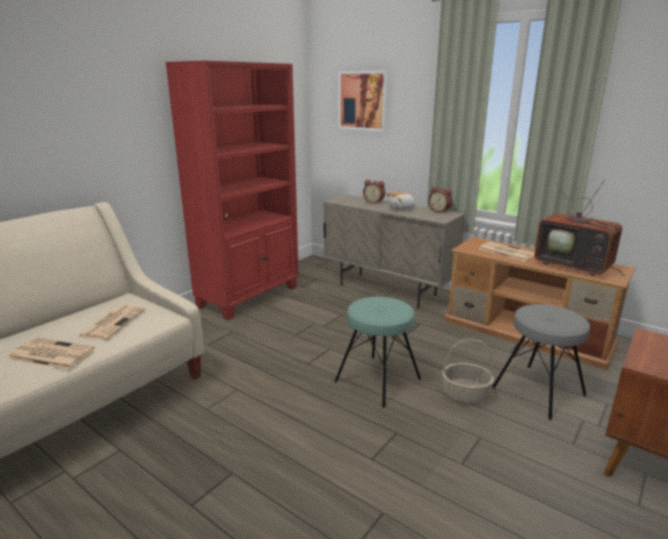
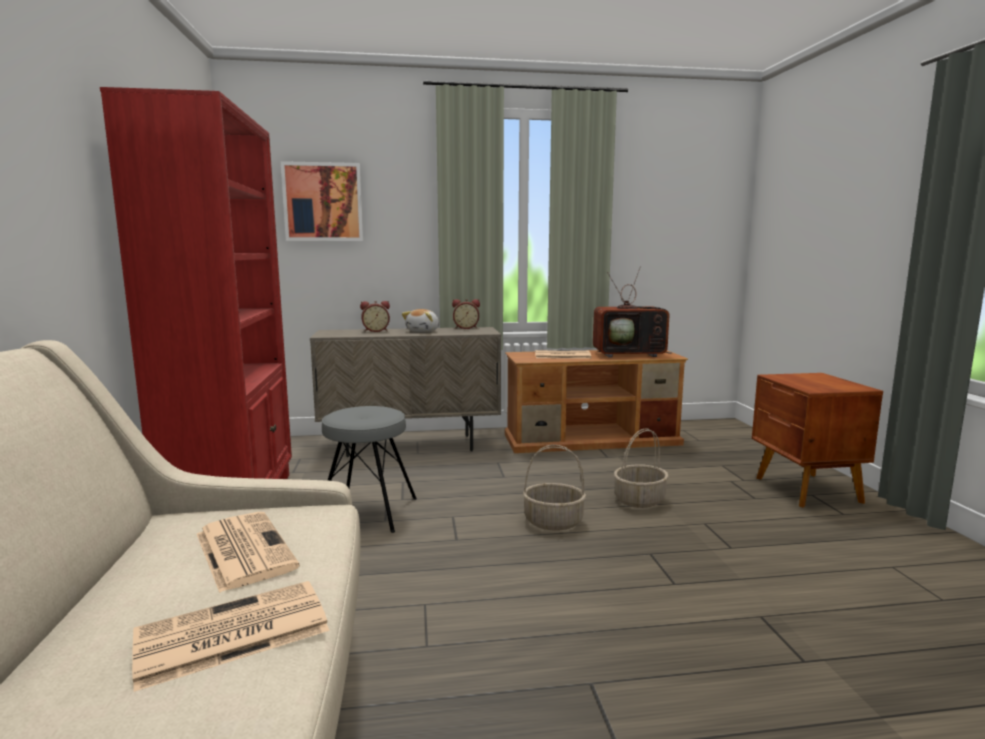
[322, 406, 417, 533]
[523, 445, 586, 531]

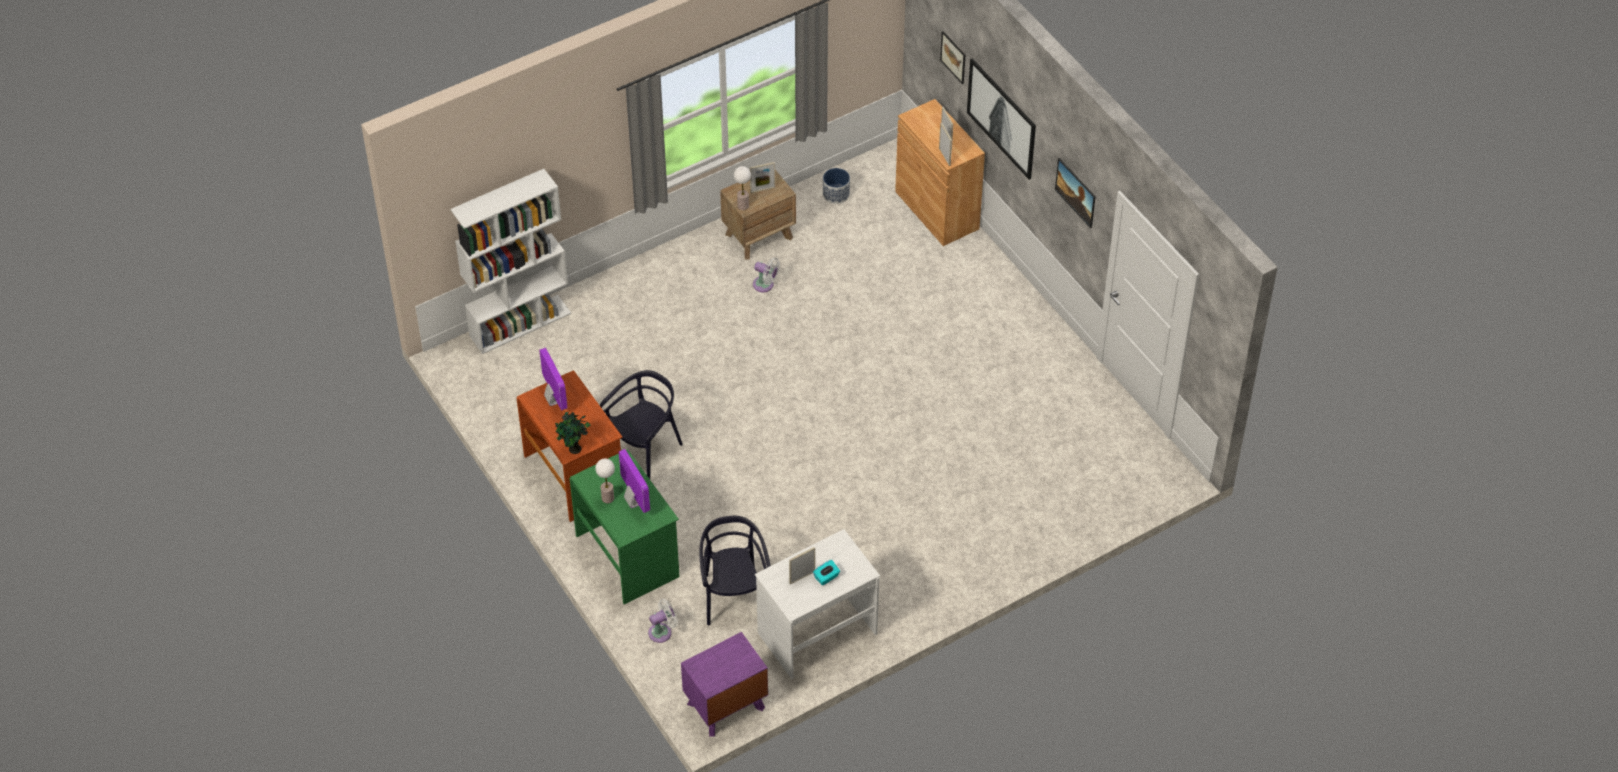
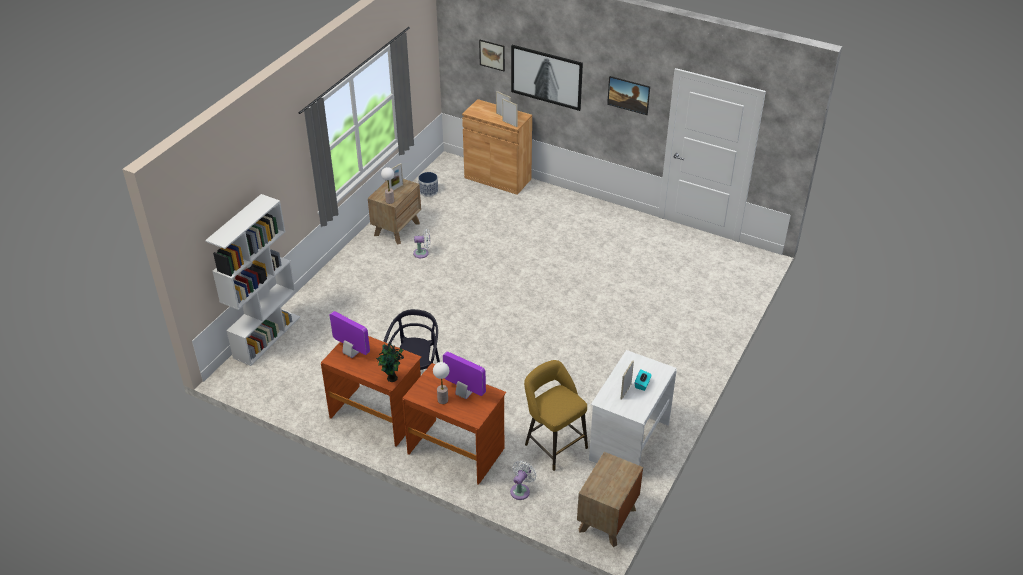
[402, 363, 506, 485]
[524, 360, 588, 471]
[577, 452, 643, 547]

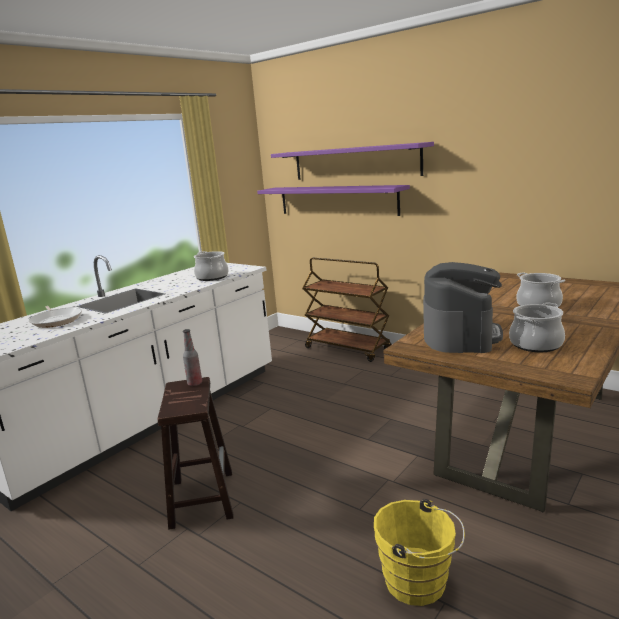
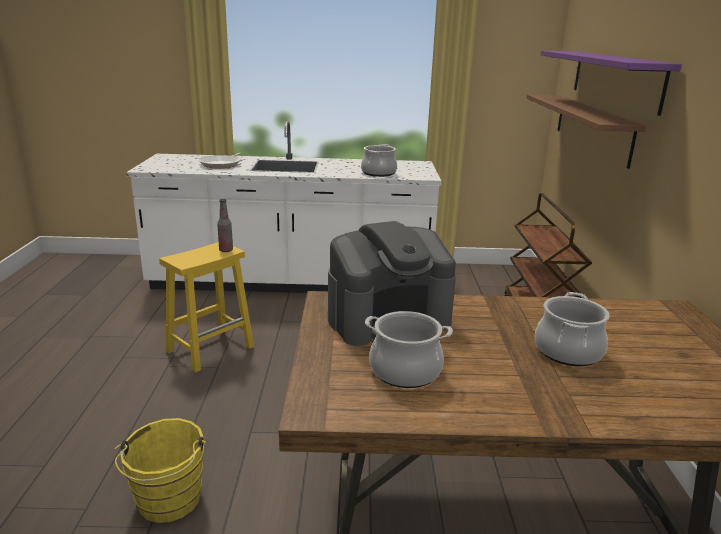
[159, 242, 254, 372]
[526, 94, 647, 169]

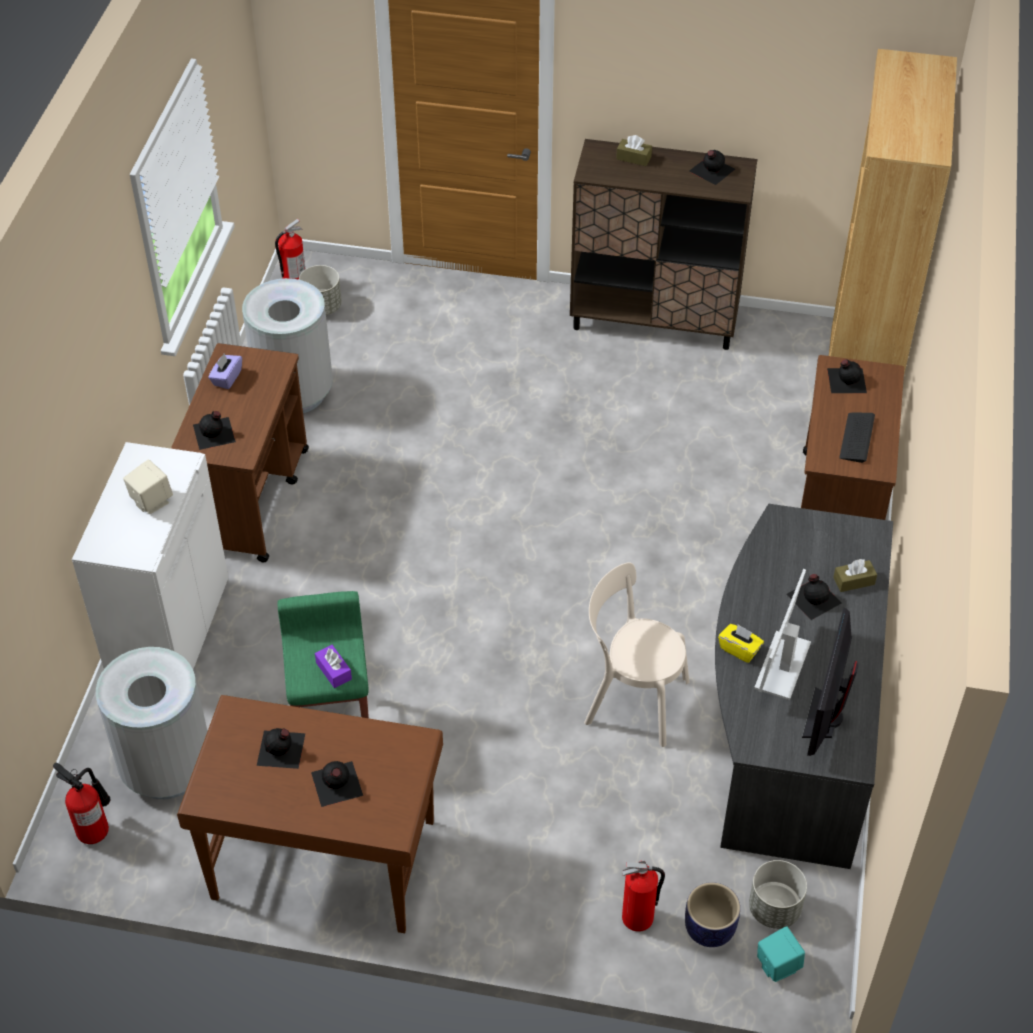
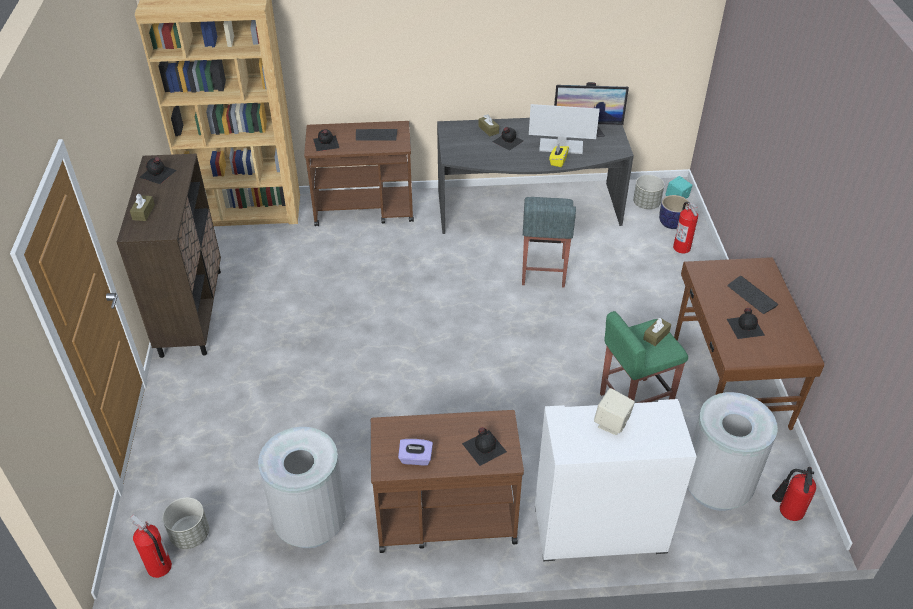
[522, 197, 576, 288]
[643, 317, 671, 346]
[728, 276, 778, 314]

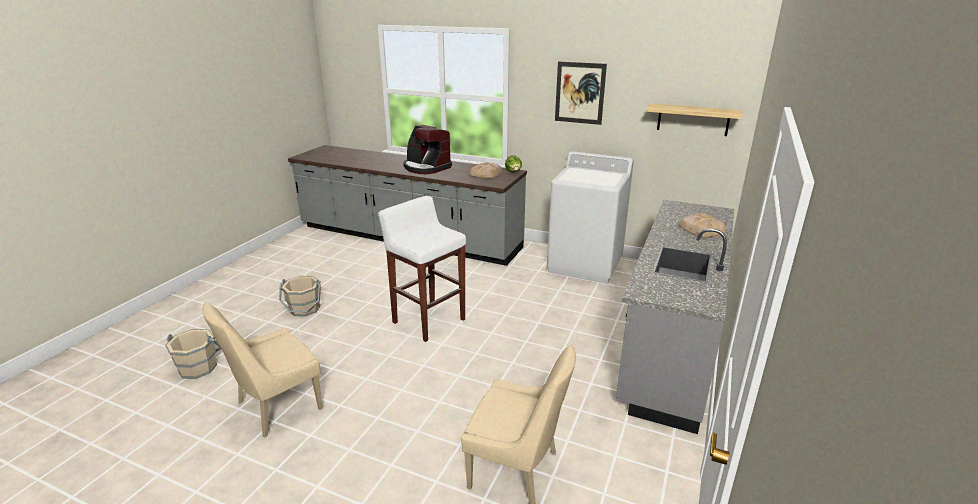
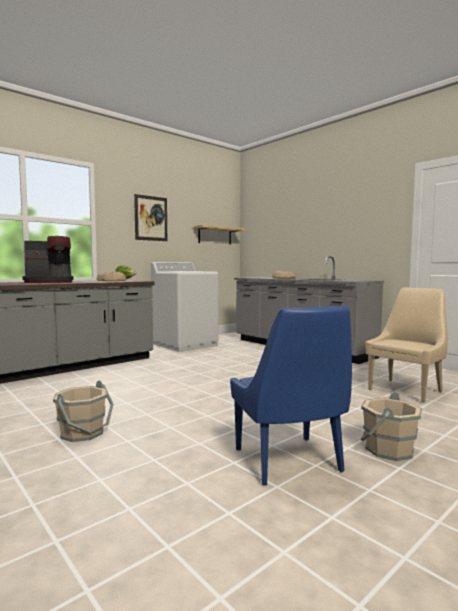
[230, 306, 352, 486]
[361, 392, 422, 461]
[378, 196, 466, 342] (first image)

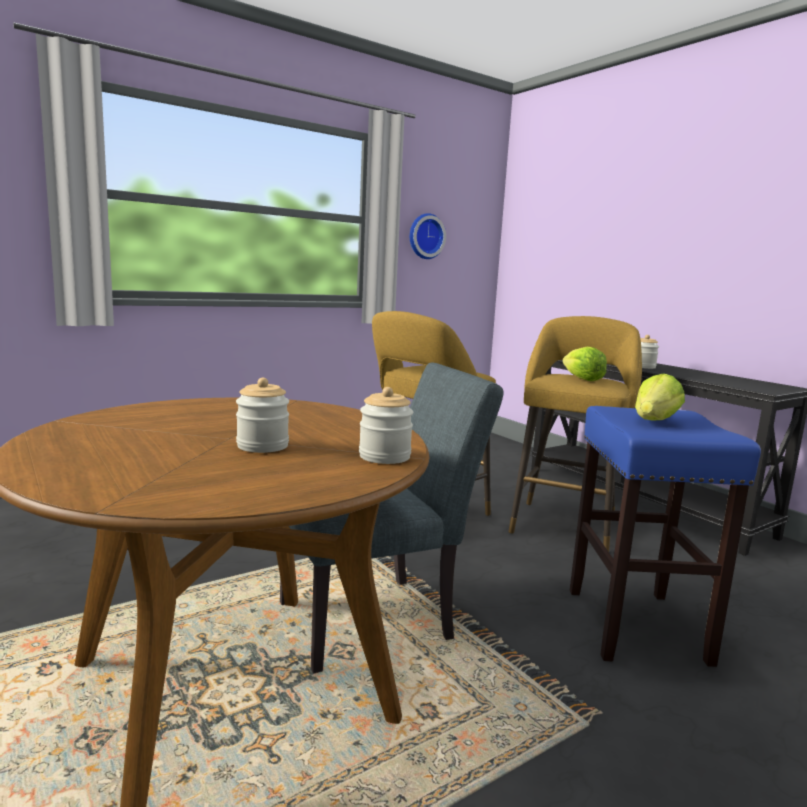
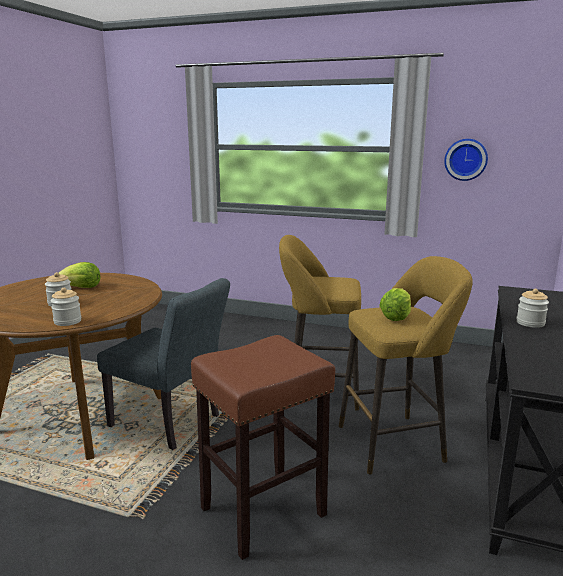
[59, 262, 101, 288]
[191, 335, 335, 560]

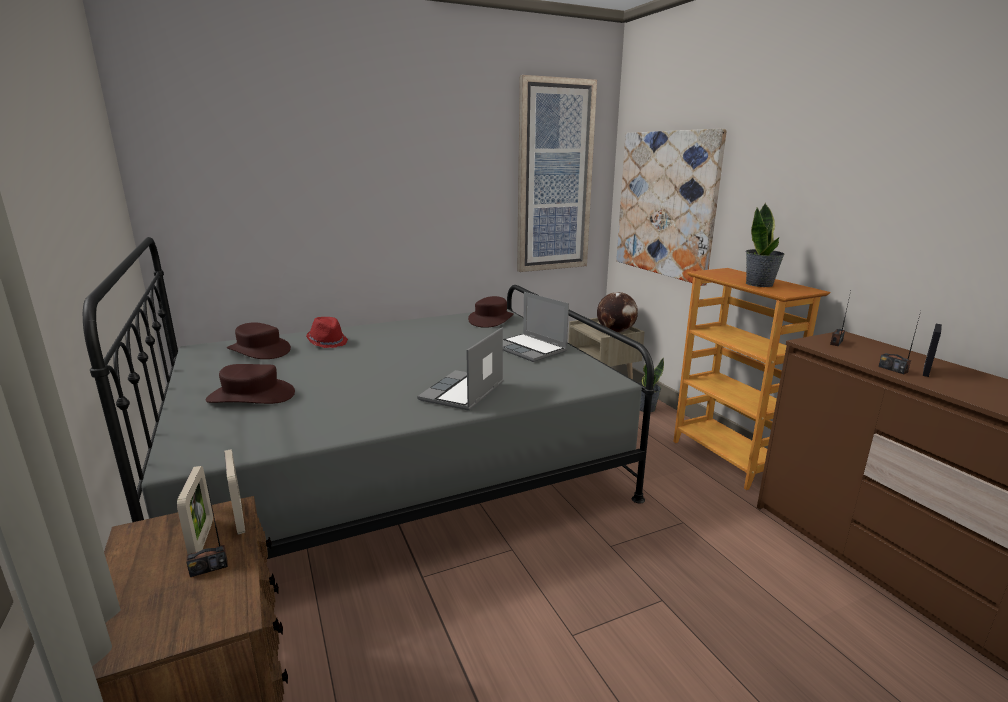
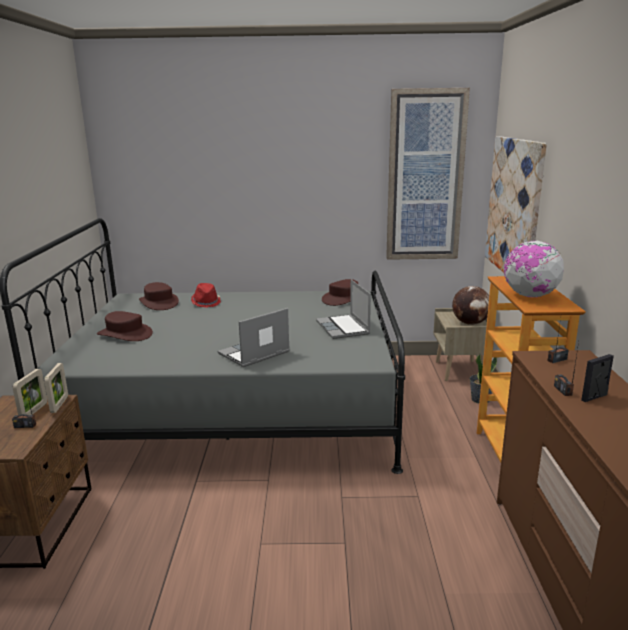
[504, 241, 564, 297]

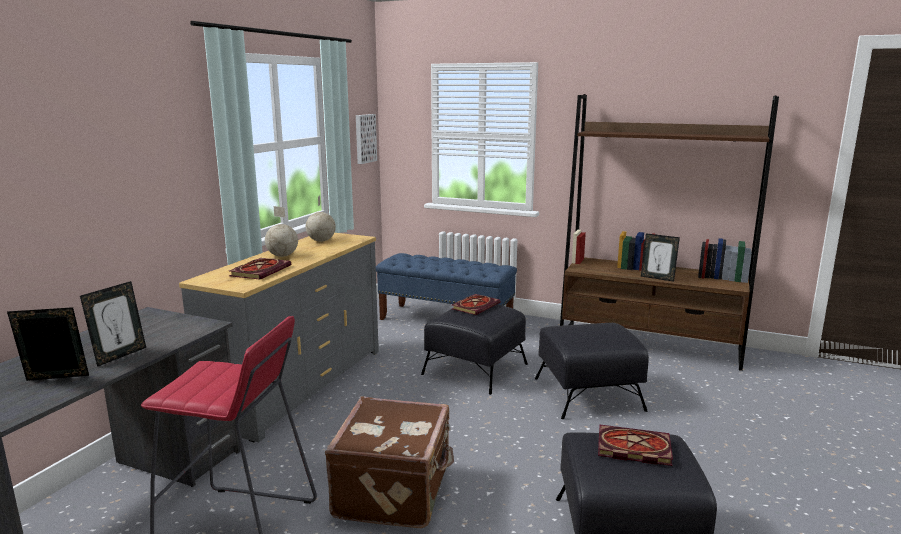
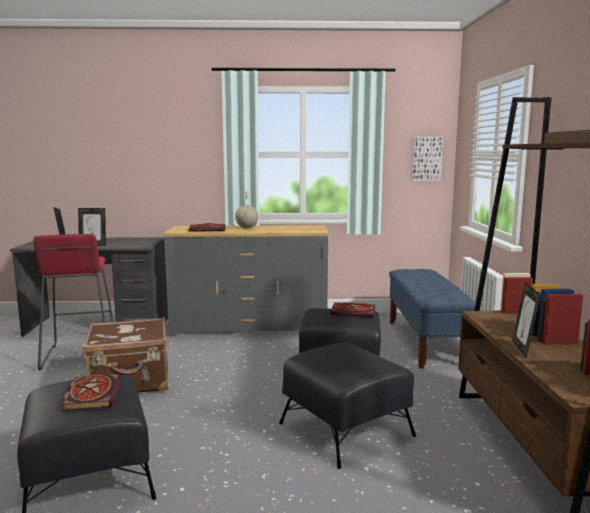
[306, 195, 336, 242] (first image)

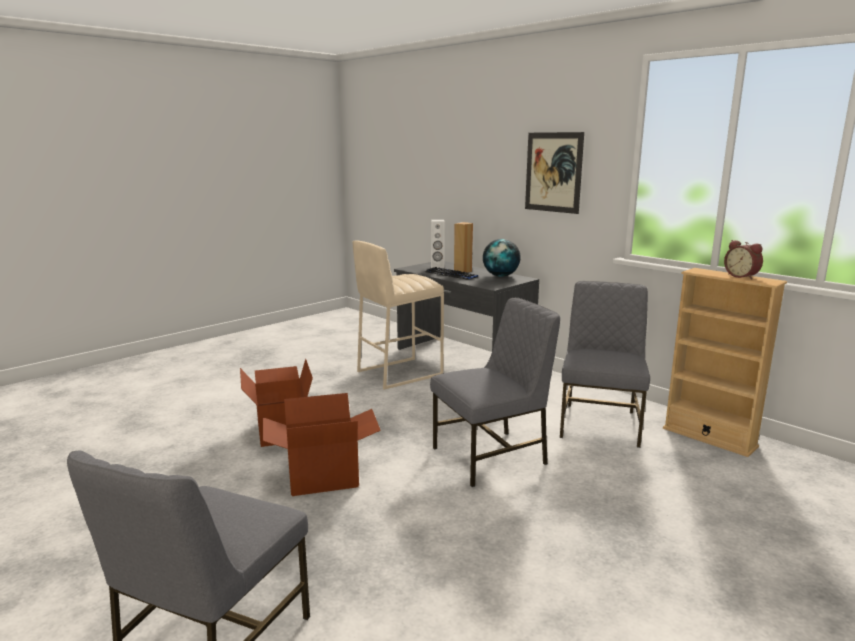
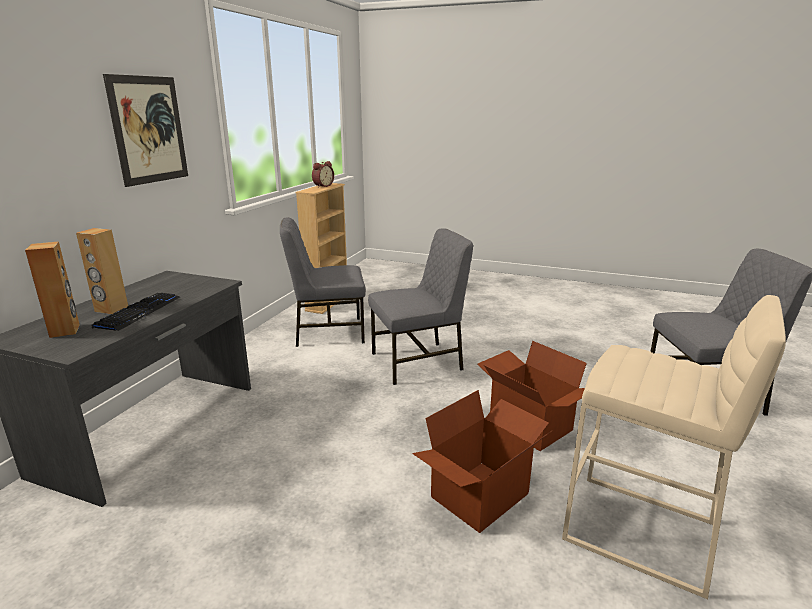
[25, 241, 80, 338]
[368, 228, 473, 385]
[562, 295, 786, 599]
[483, 239, 521, 277] (first image)

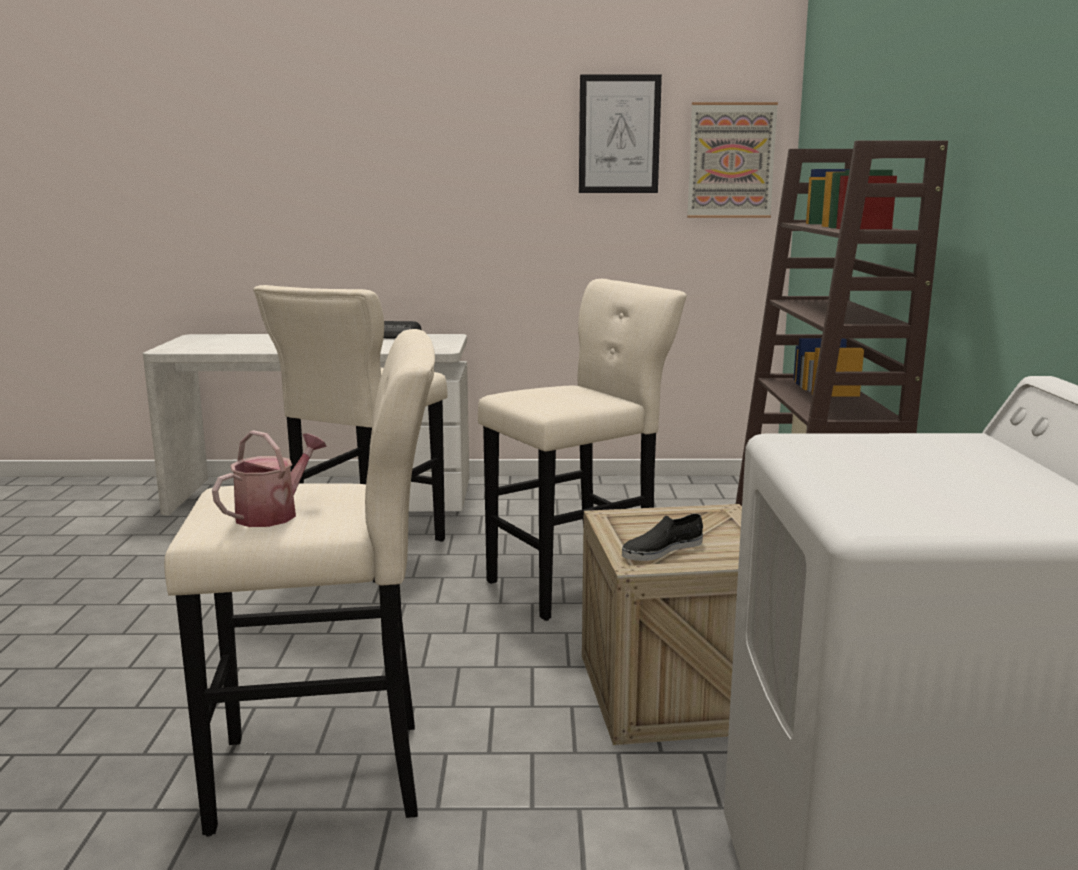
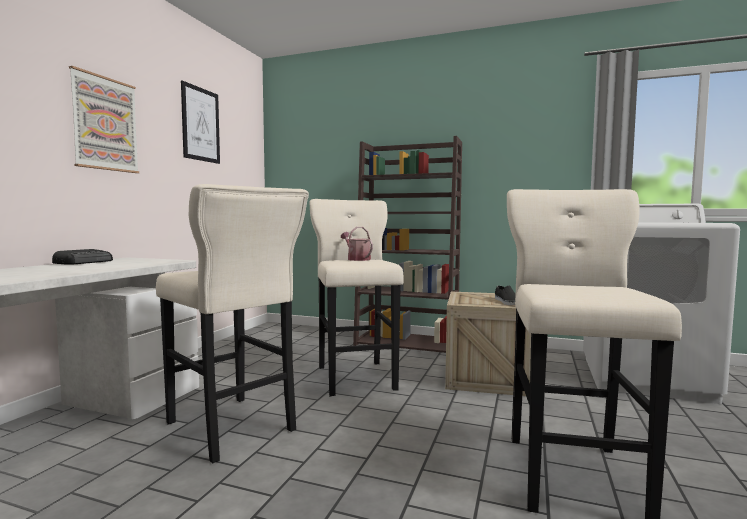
[69, 66, 139, 173]
[341, 227, 373, 261]

